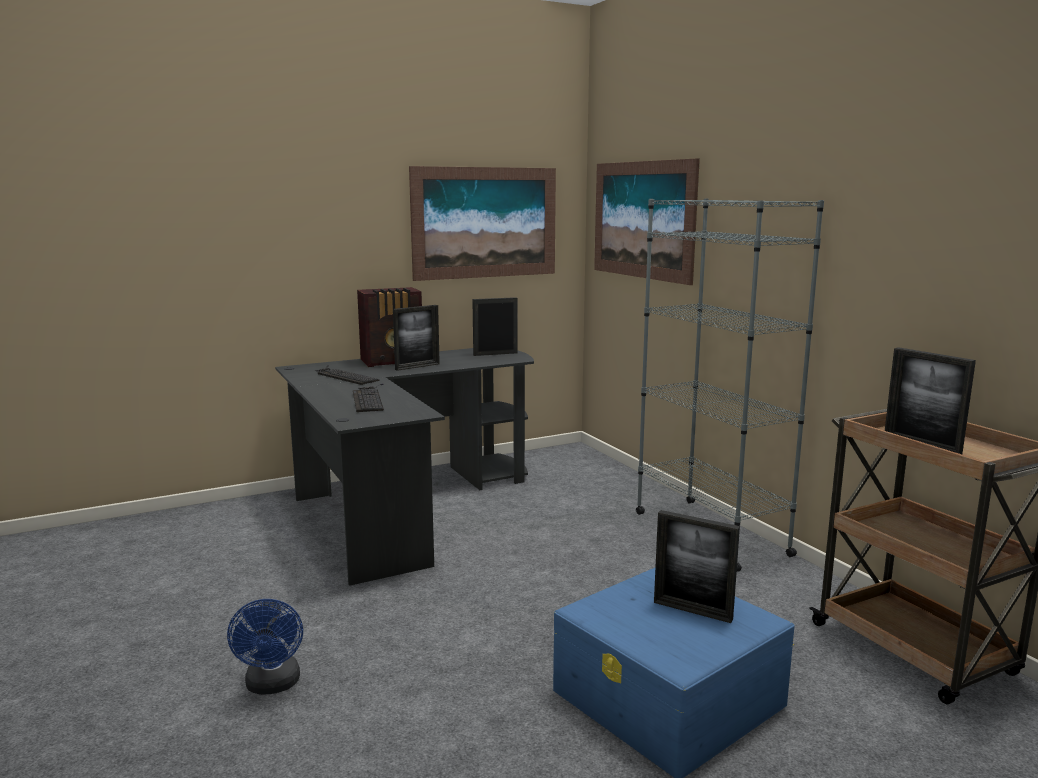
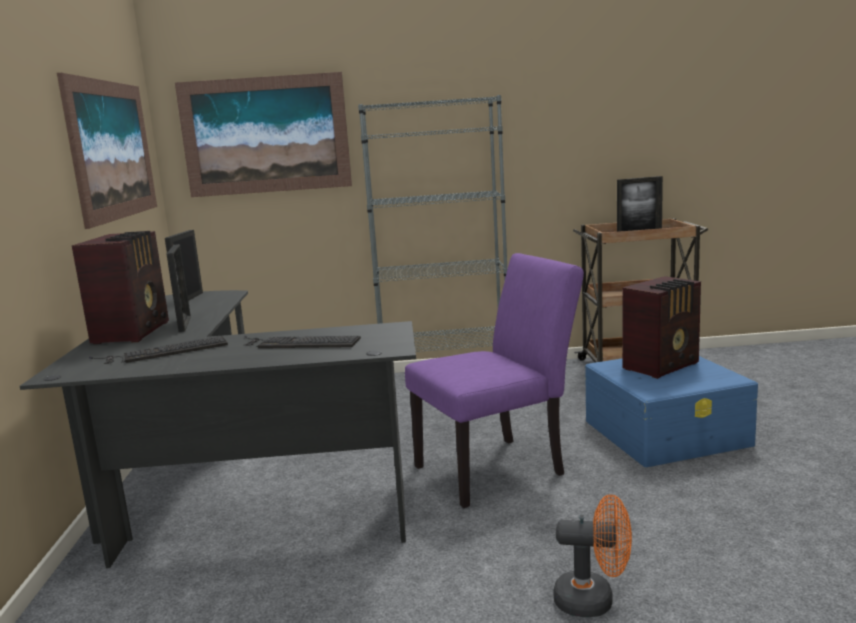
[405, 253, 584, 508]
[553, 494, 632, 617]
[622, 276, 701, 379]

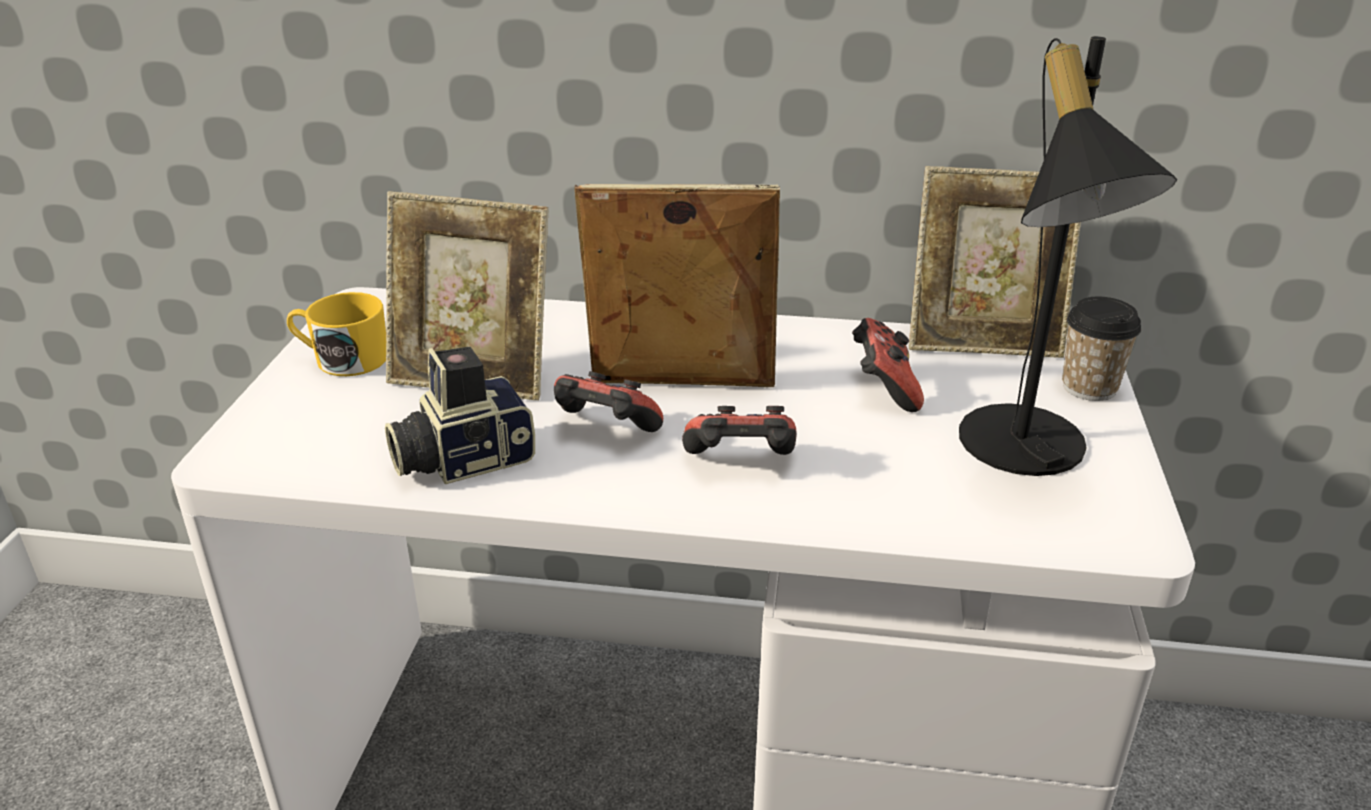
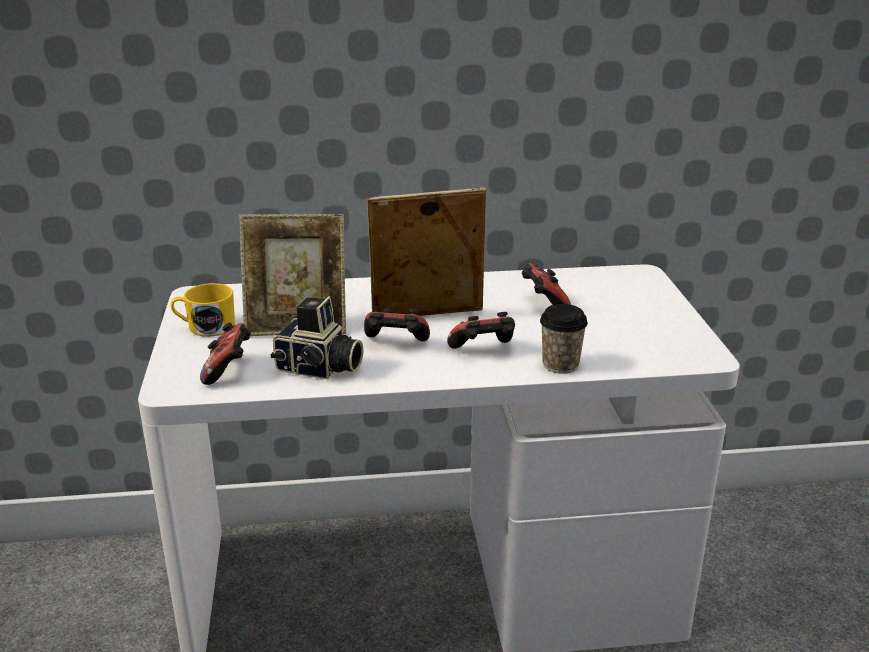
[200, 322, 251, 385]
[271, 296, 364, 379]
[540, 304, 588, 374]
[909, 166, 1081, 358] (first image)
[959, 36, 1177, 476] (first image)

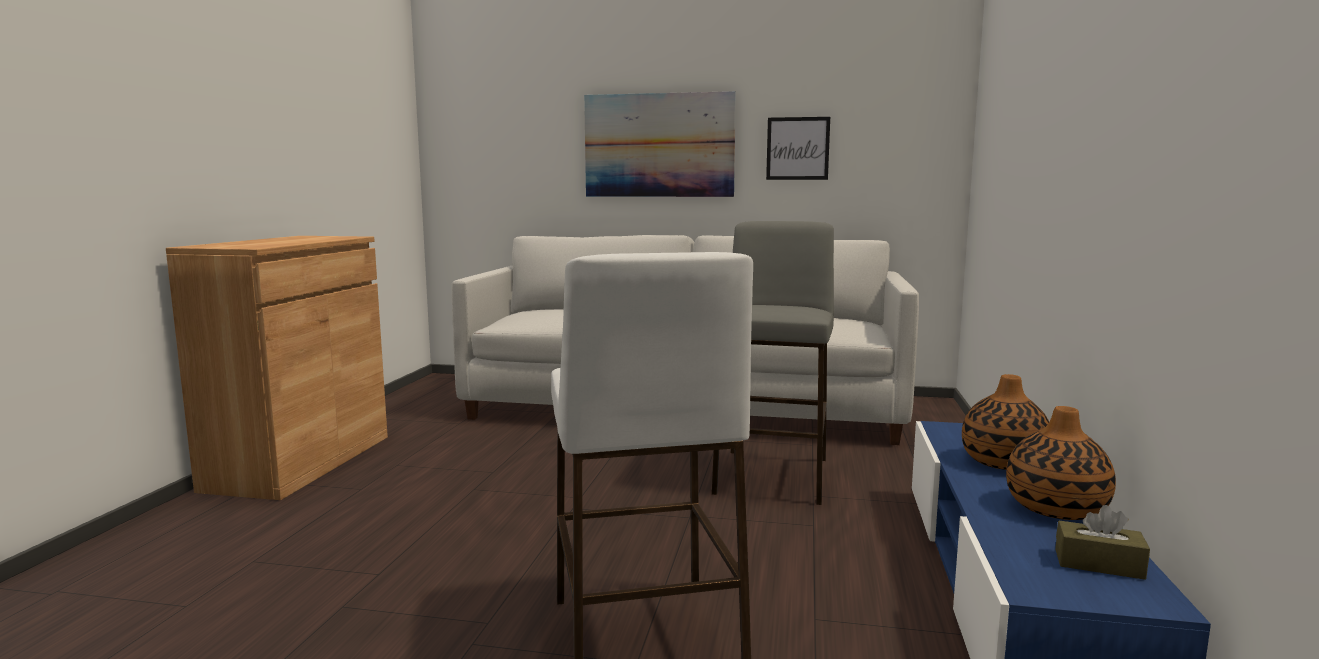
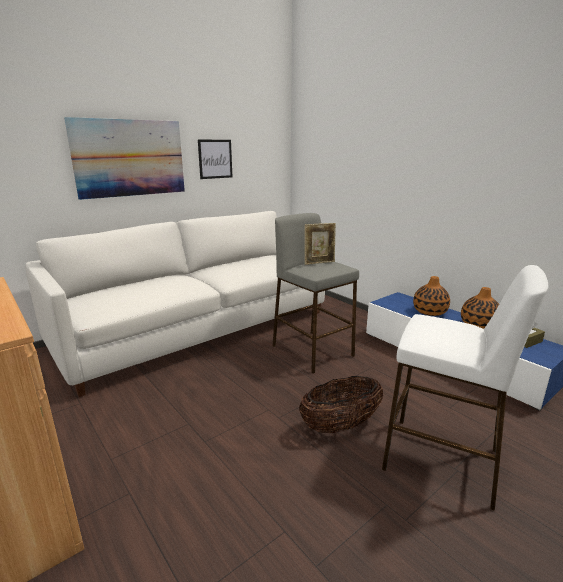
[299, 376, 383, 433]
[305, 223, 336, 265]

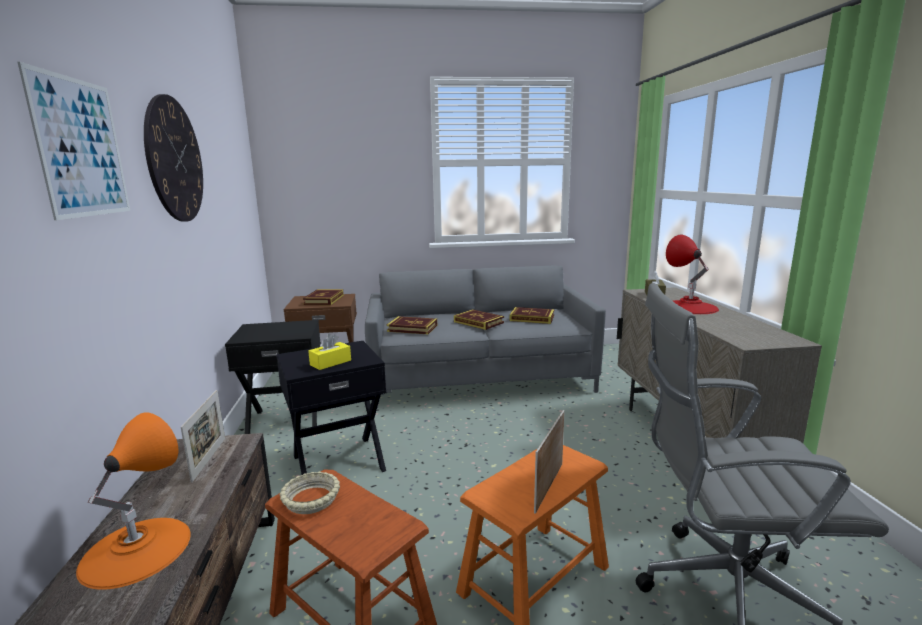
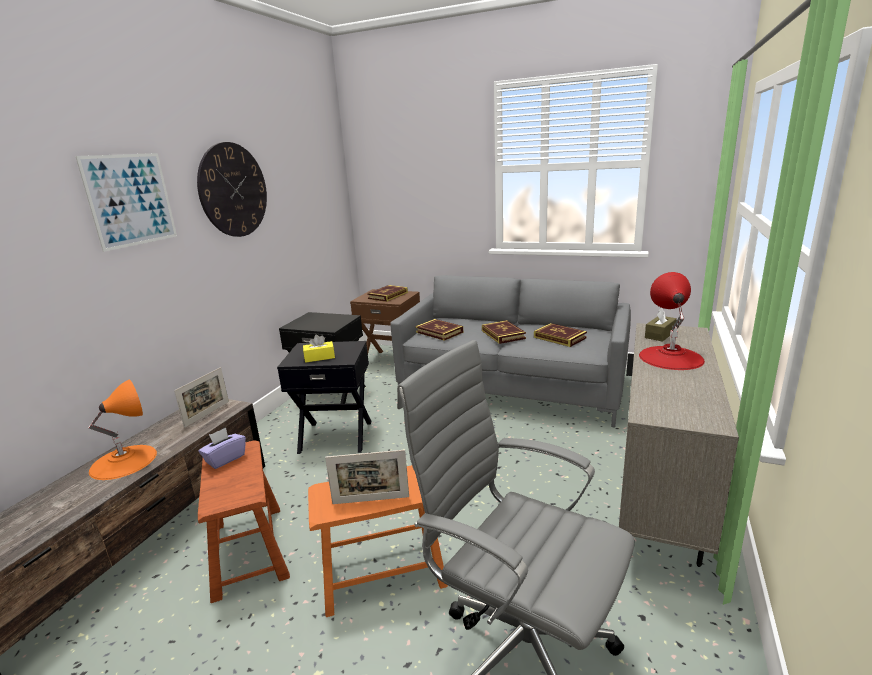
[198, 428, 246, 469]
[325, 450, 409, 504]

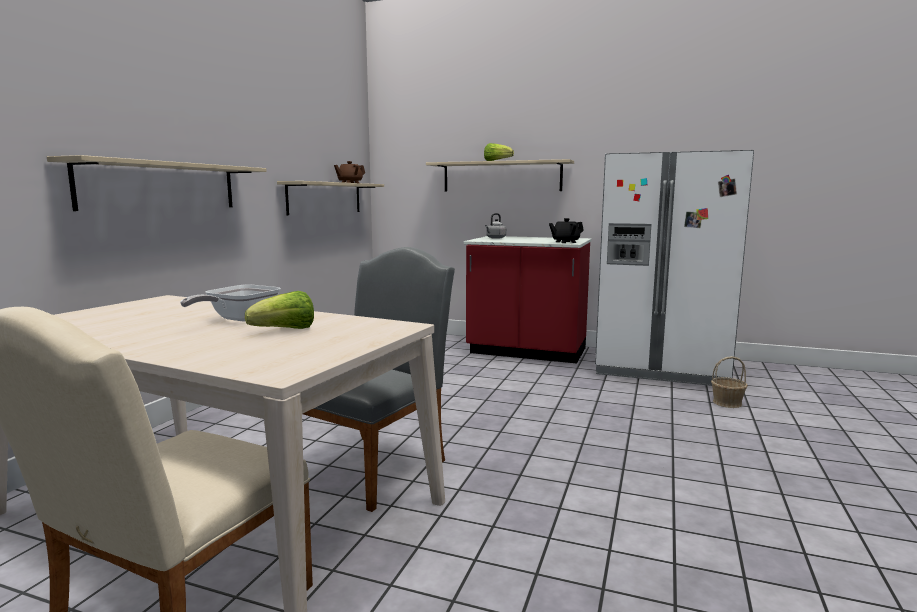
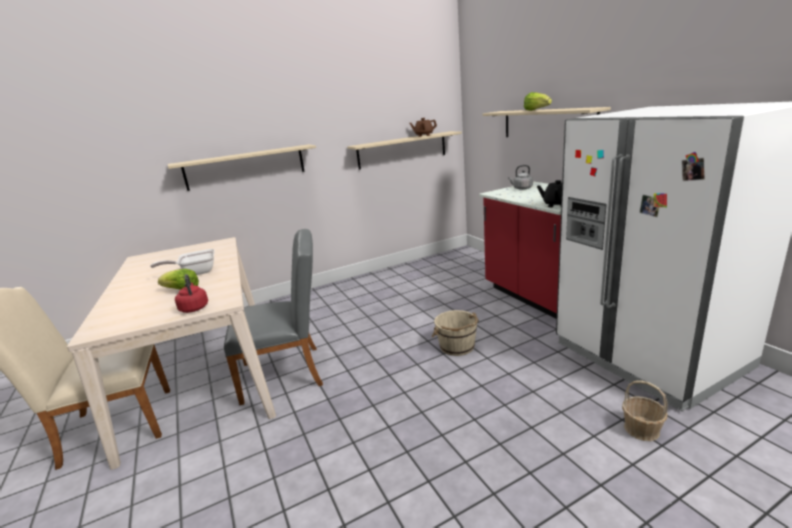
[175, 274, 208, 313]
[432, 310, 479, 356]

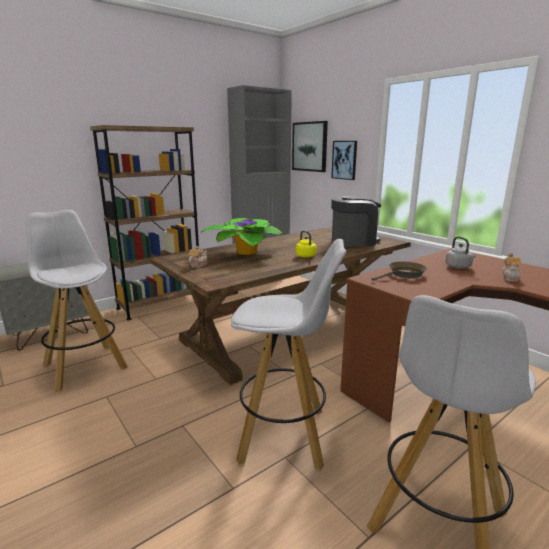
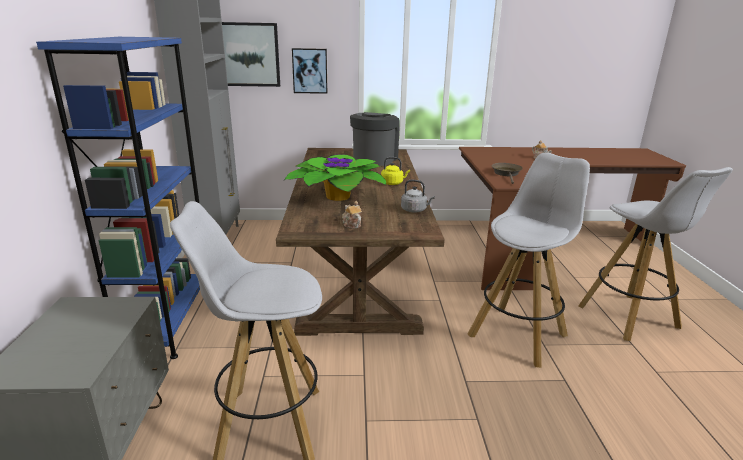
[36, 37, 200, 359]
[401, 180, 435, 212]

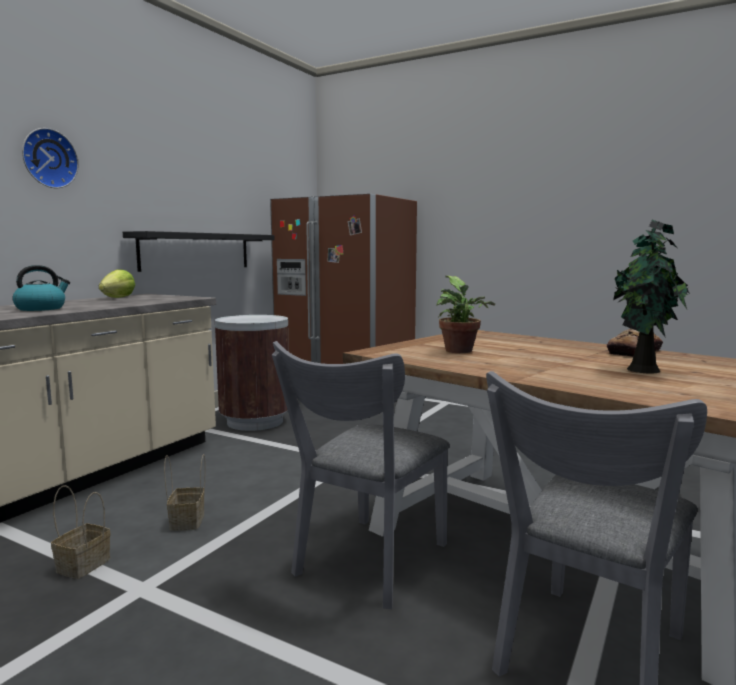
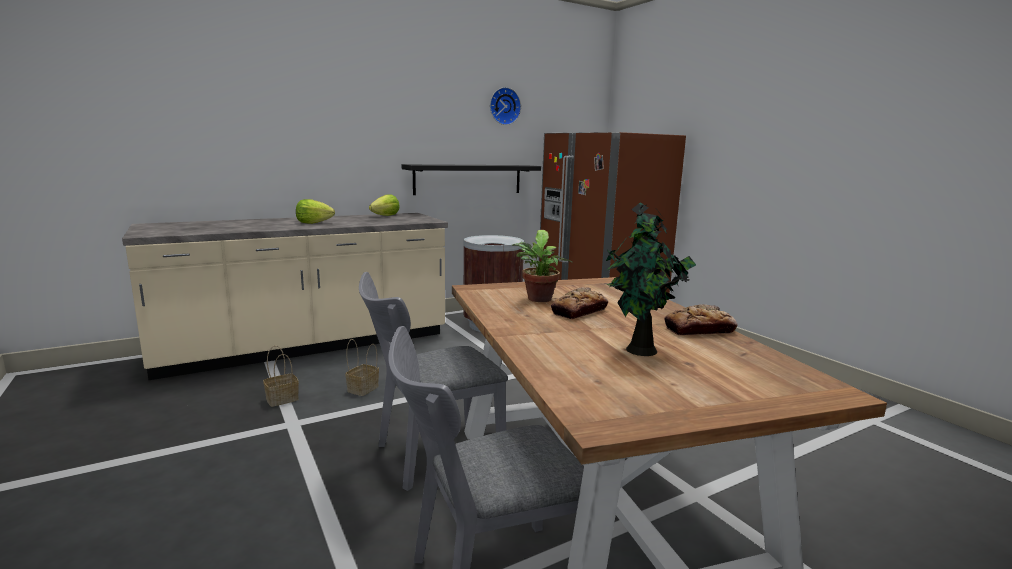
[296, 199, 335, 224]
[490, 87, 521, 125]
[551, 287, 608, 319]

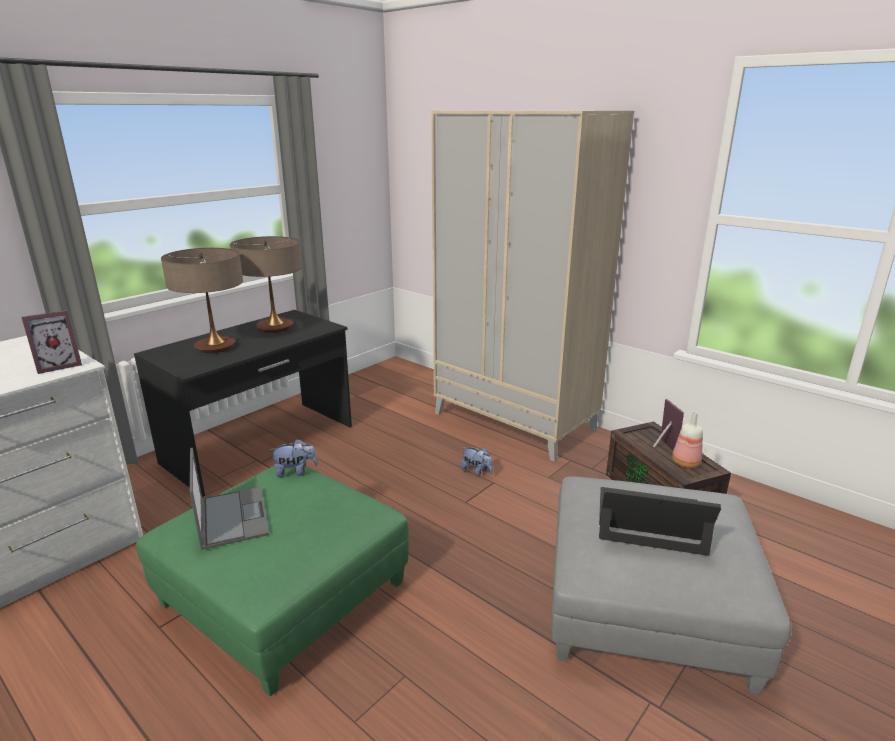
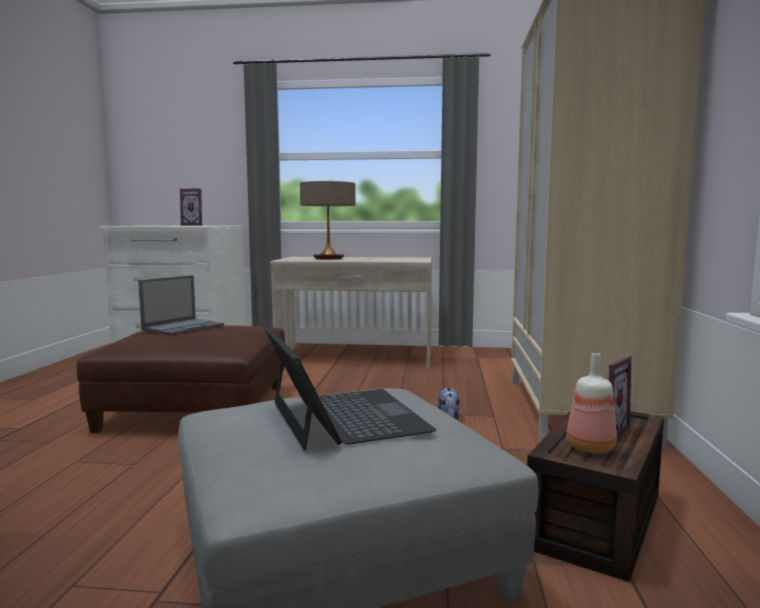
[77, 325, 285, 433]
[270, 257, 432, 368]
[230, 236, 302, 333] (first image)
[269, 439, 318, 477] (first image)

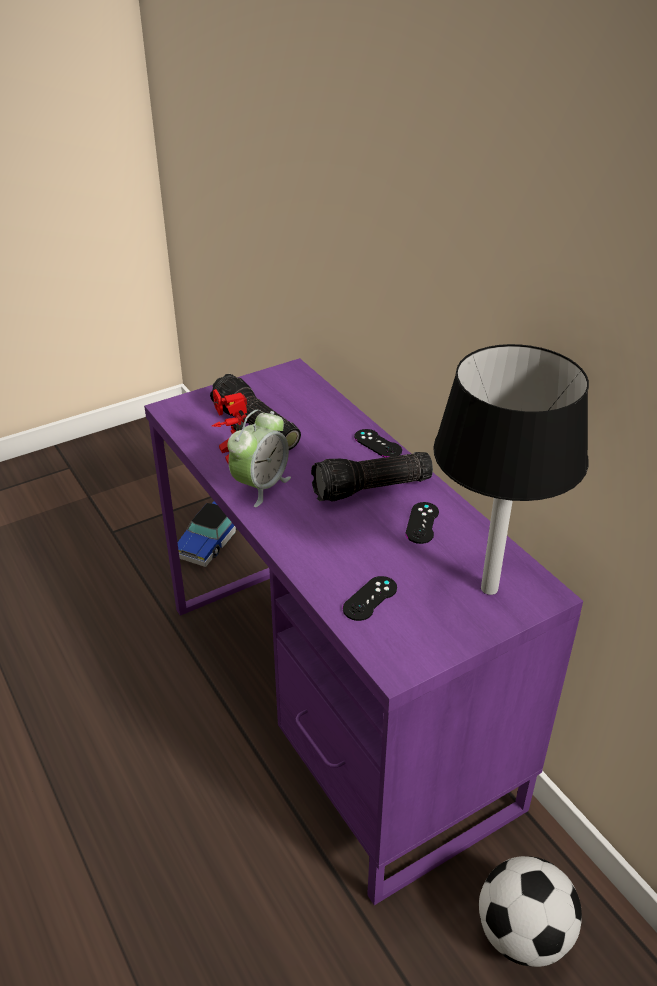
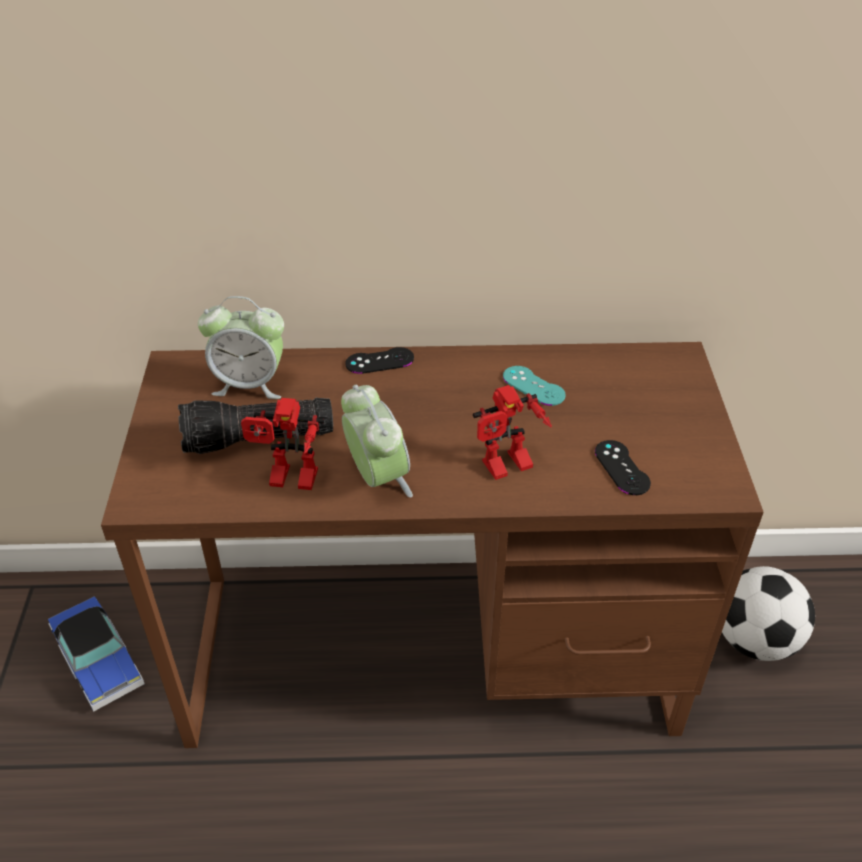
[101, 342, 764, 748]
[198, 296, 284, 399]
[473, 385, 552, 480]
[503, 366, 566, 406]
[311, 452, 433, 501] (first image)
[433, 344, 589, 595] (first image)

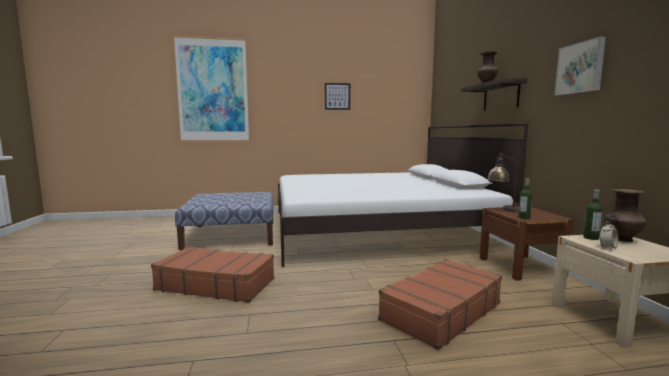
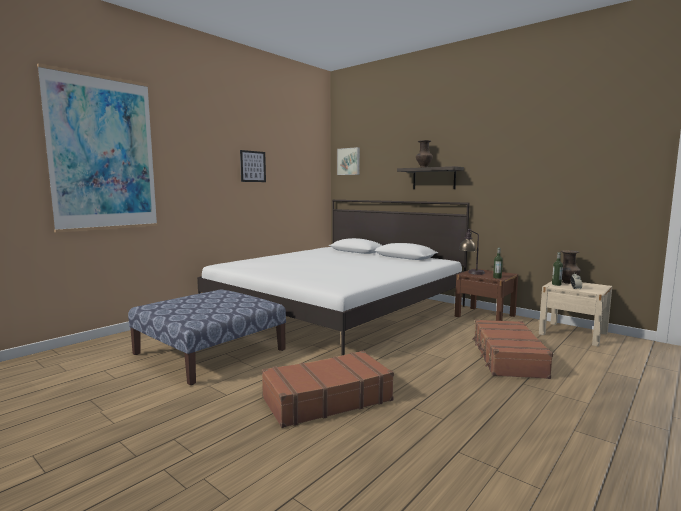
[337, 147, 360, 175]

